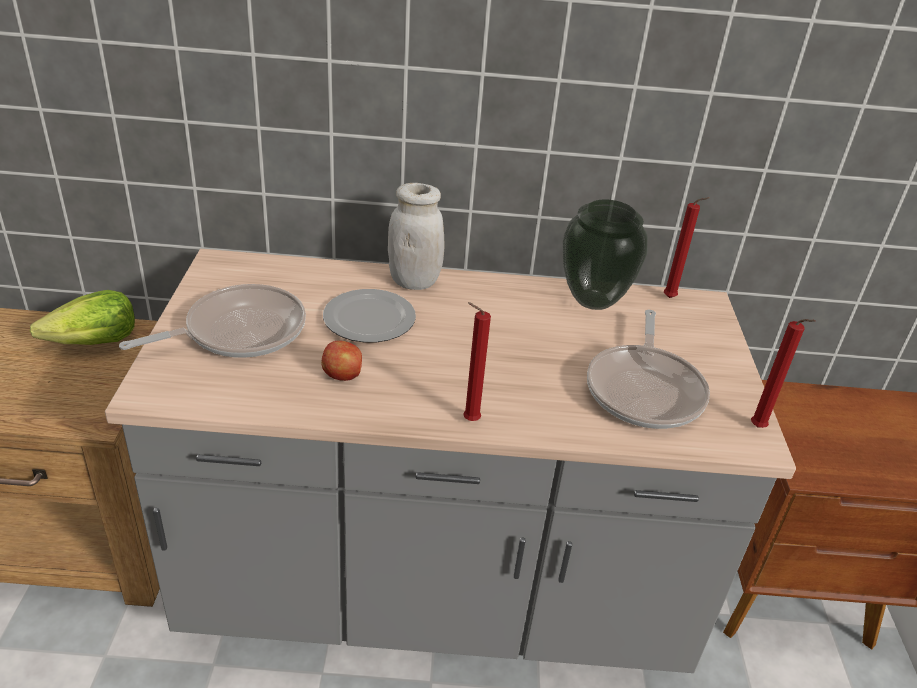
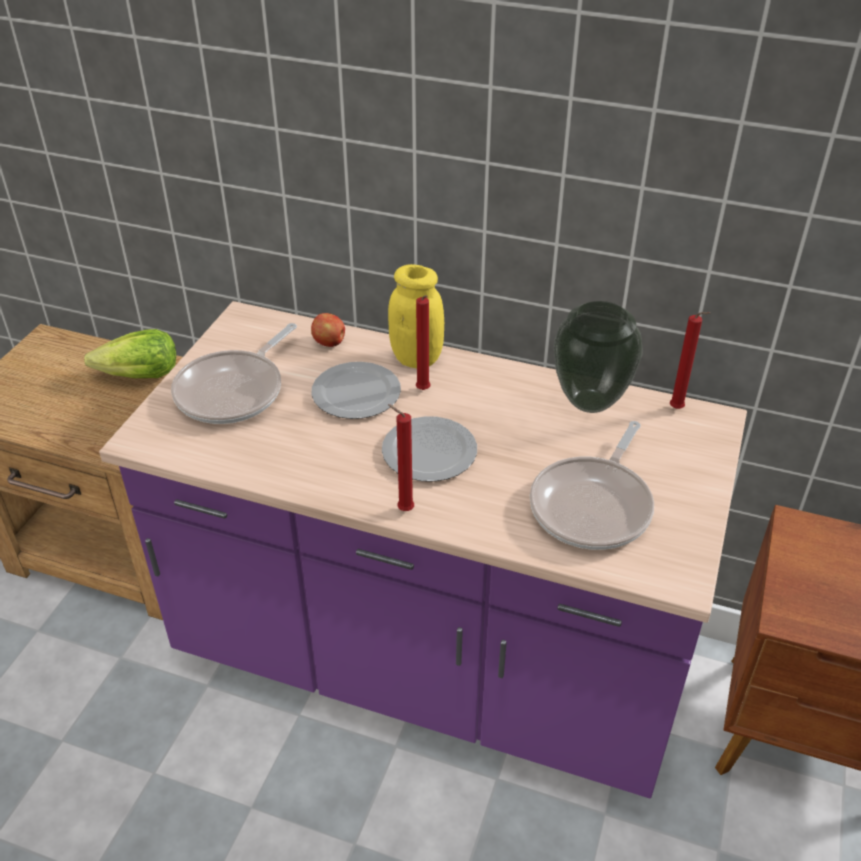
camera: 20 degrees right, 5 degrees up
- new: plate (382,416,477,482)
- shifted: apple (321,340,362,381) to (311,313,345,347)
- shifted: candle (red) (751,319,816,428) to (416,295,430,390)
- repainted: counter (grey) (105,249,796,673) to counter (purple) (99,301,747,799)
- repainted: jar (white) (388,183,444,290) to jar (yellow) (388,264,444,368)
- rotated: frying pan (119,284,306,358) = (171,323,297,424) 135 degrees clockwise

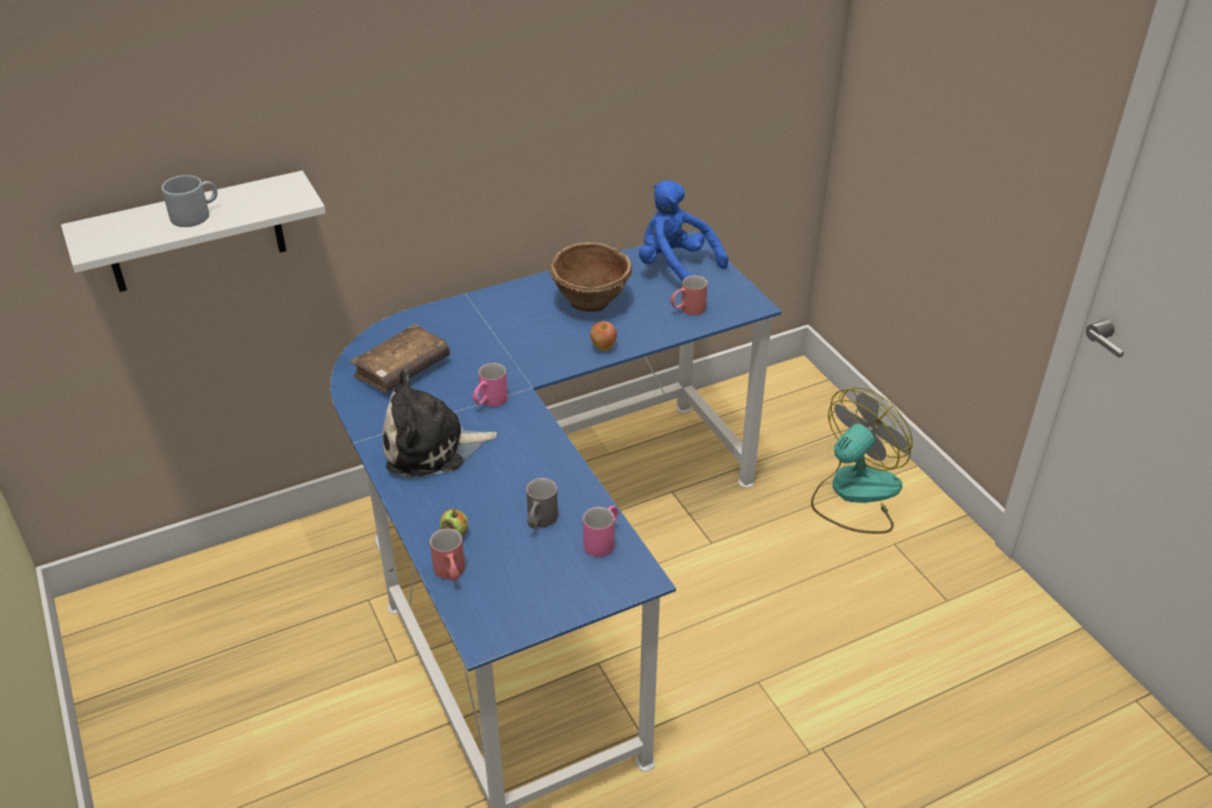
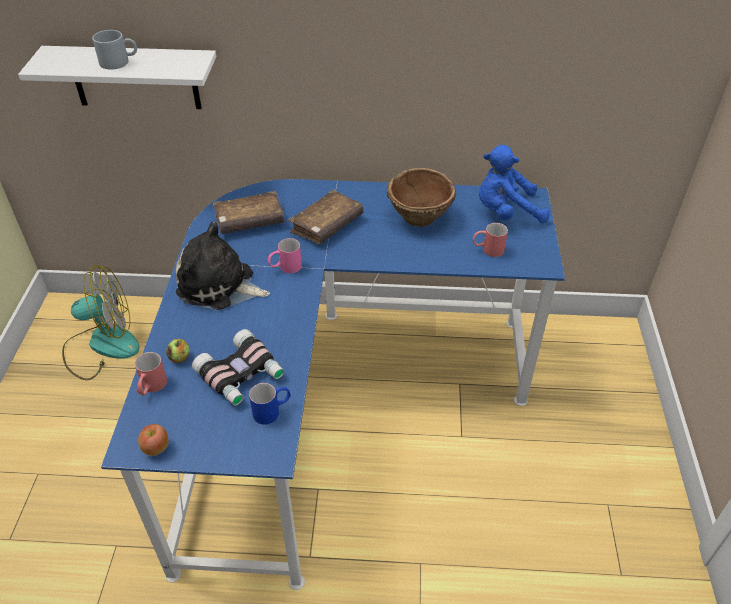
camera: 30 degrees right, 5 degrees up
- new: book (brown) (288,190,364,244)
- shifted: apple (590,321,617,351) to (138,424,168,456)
- shifted: fan (811,387,913,534) to (62,265,140,380)
- swapped: mug (grey) (526,478,558,529) to binoculars (192,329,284,405)
- repainted: mug (pink) (583,505,619,557) to mug (blue) (249,383,291,425)
- rotated: plush toy (blue) (639,180,729,282) = (479,145,550,223) 75 degrees counterclockwise

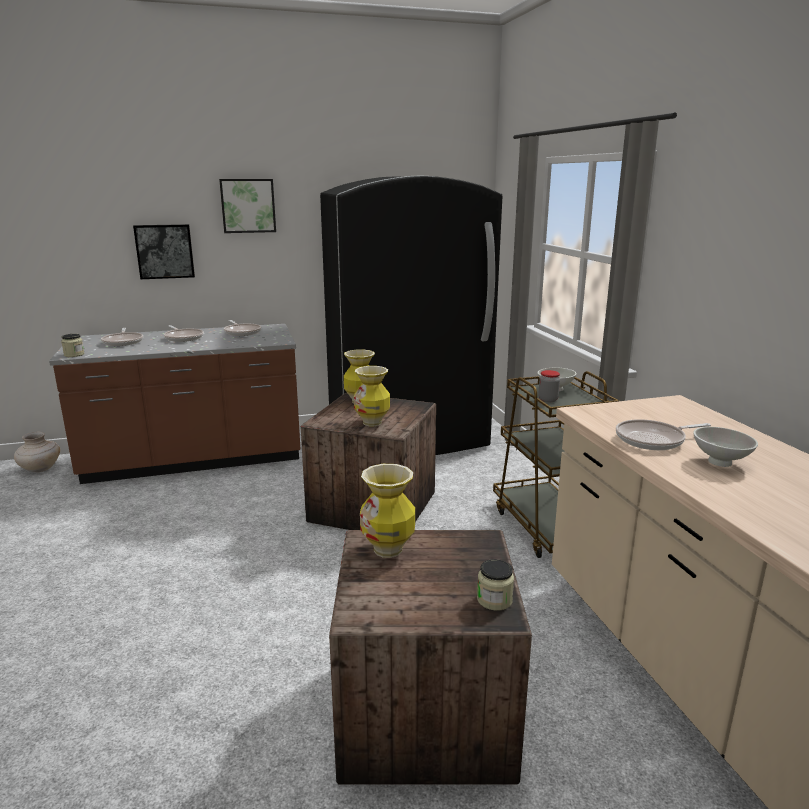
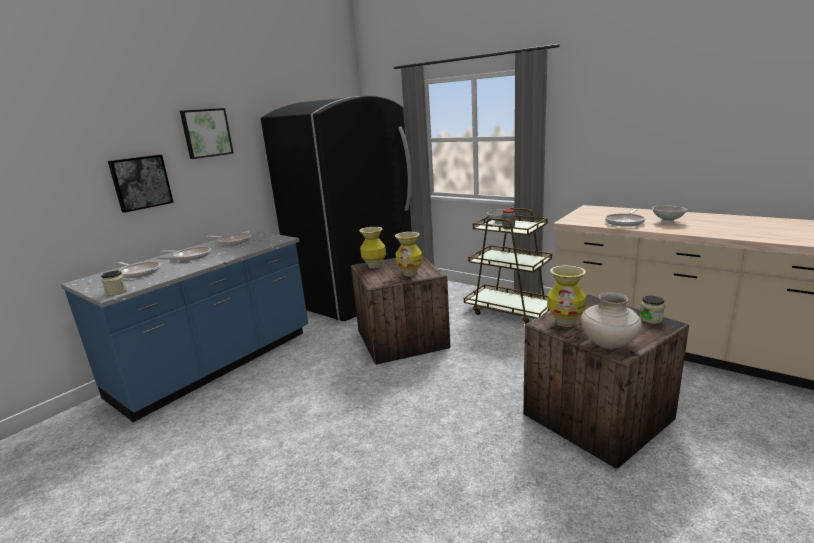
camera: 35 degrees left, 0 degrees up
- shifted: vase (beige) (14,432,60,472) to (581,292,642,349)
- repainted: counter (brown) (49,324,301,484) to counter (blue) (61,230,308,422)

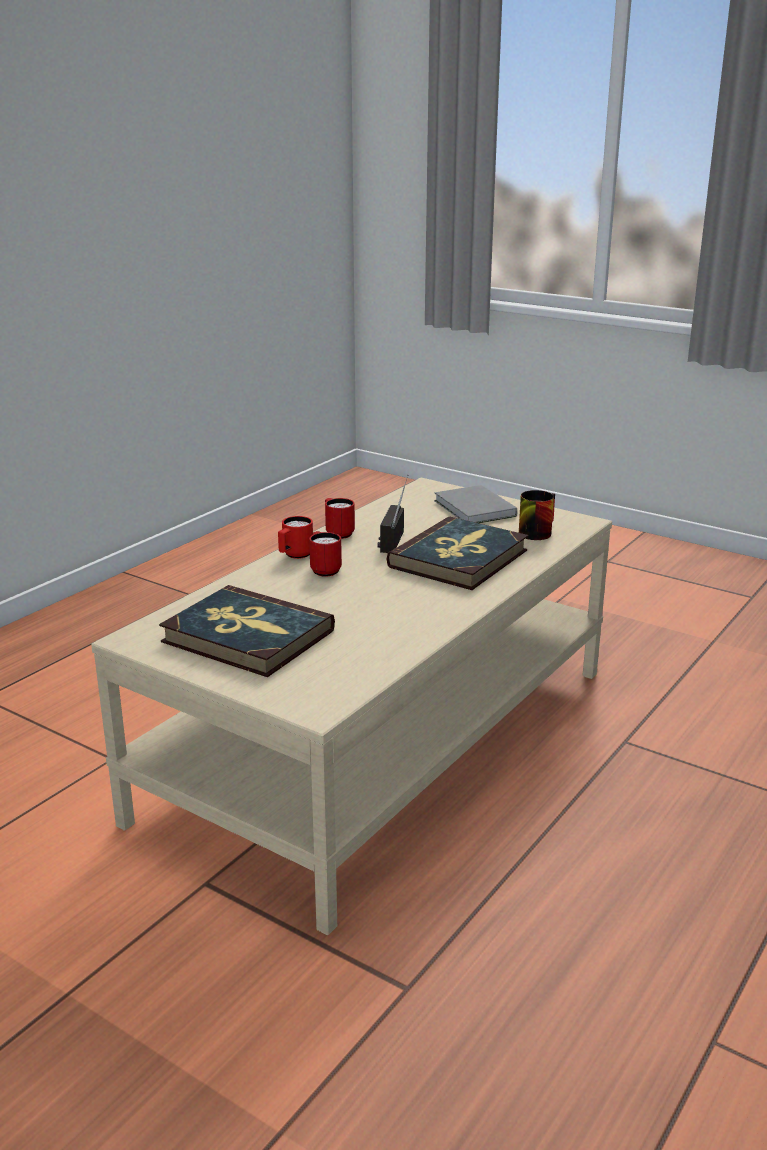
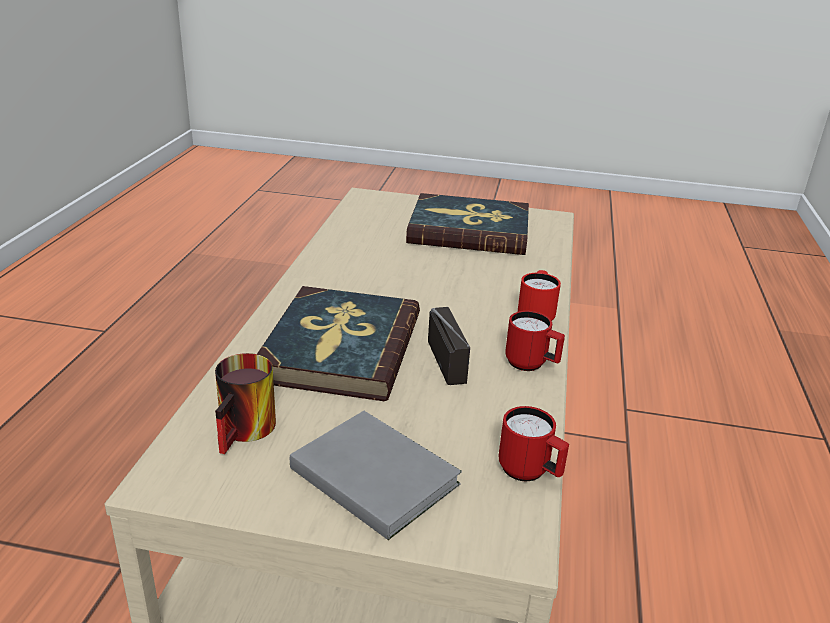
camera: 155 degrees right, 5 degrees up
- shifted: mug (red) (309,531,342,577) to (499,406,569,481)

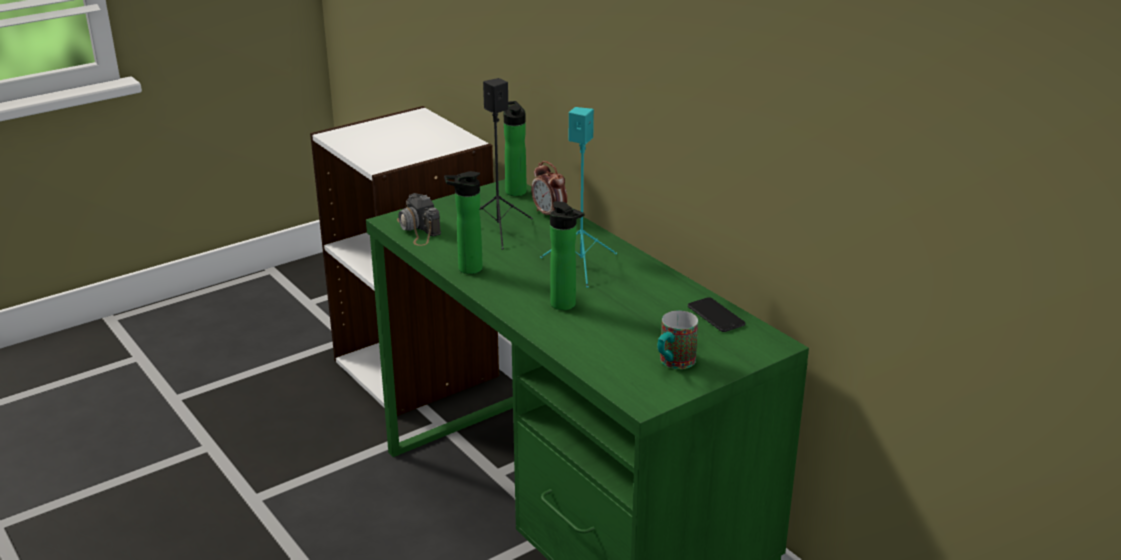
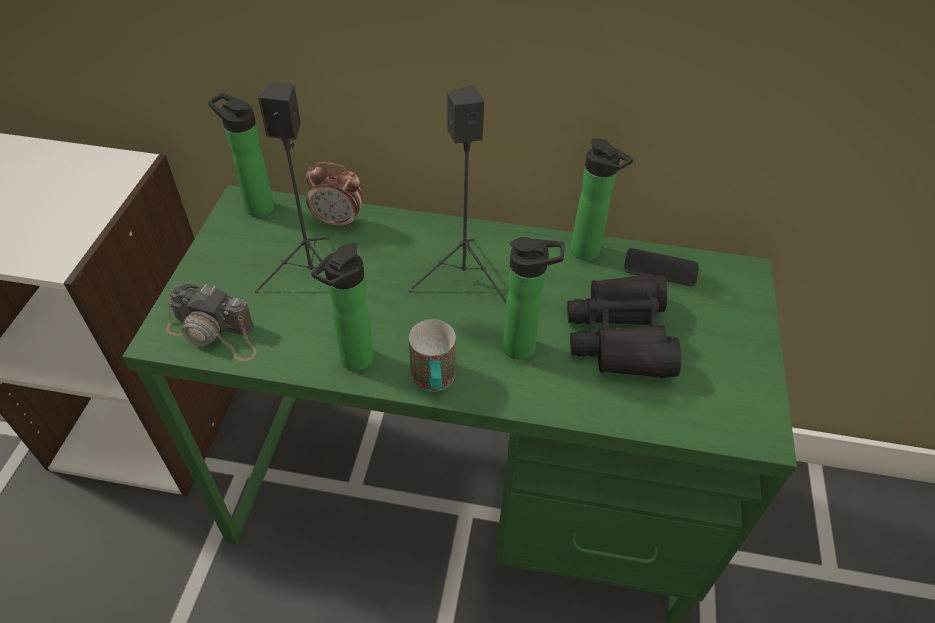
camera: 45 degrees left, 20 degrees up
- new: binoculars (black) (567,274,681,378)
- new: bottle (571,138,634,260)
- shifted: mug (657,311,698,369) to (409,319,456,392)
- repainted: speaker (turquoise) (540,107,617,288) to speaker (black) (408,85,507,303)

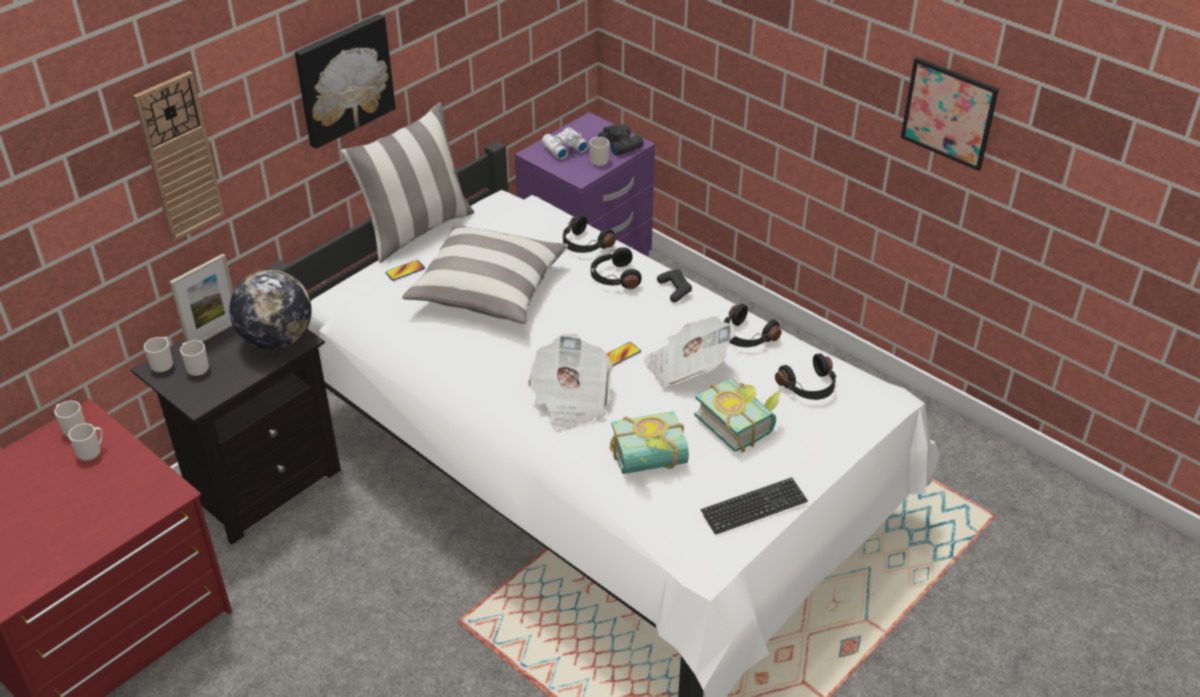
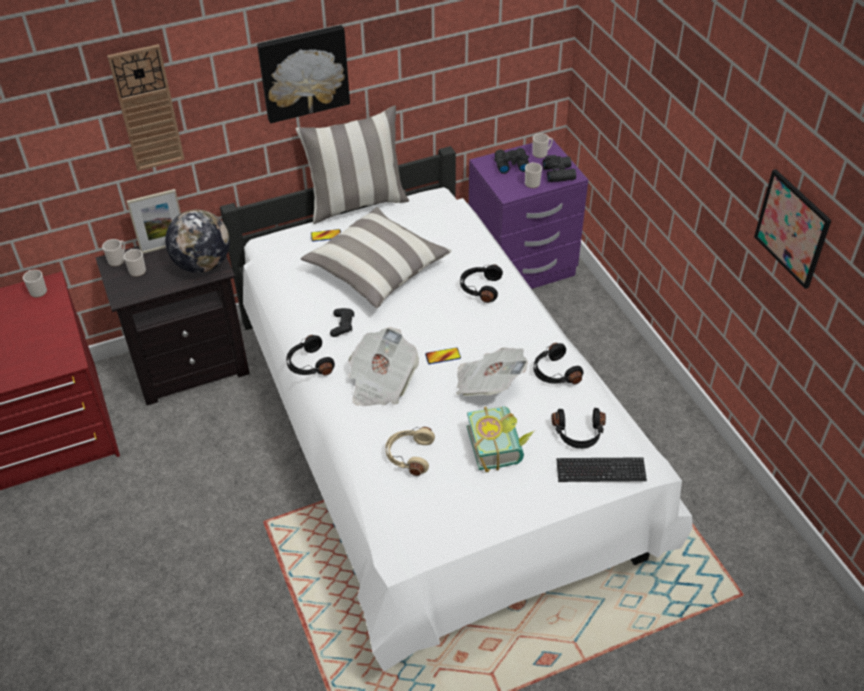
camera: 25 degrees right, 5 degrees up
- shifted: mug (68,423,103,461) to (532,133,553,158)
- shifted: headphones (black) (563,215,616,253) to (286,335,335,375)
- shifted: game controller (black) (657,270,692,302) to (330,308,354,337)
- shifted: keyboard (701,477,808,535) to (556,457,647,482)
- swapped: book (610,411,689,474) to headphones (beige) (386,427,435,476)
- repainted: binoculars (white) (542,127,588,159) to binoculars (black) (494,148,529,174)

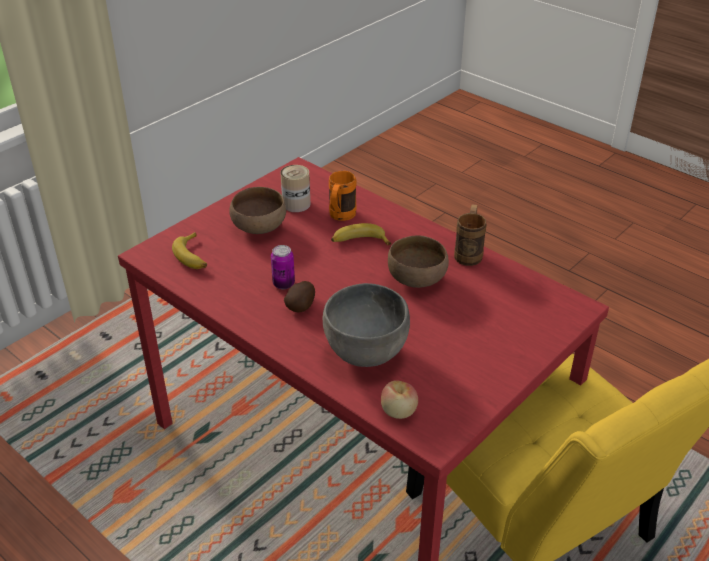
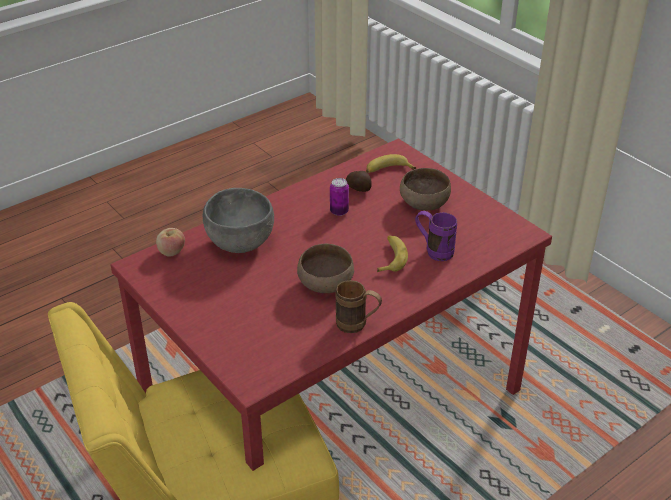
camera: 100 degrees right, 0 degrees up
- gone: can (280,165,311,212)
- shifted: potato (284,281,315,312) to (346,171,372,192)
- repainted: mug (orange) (329,171,356,221) to mug (purple) (415,211,457,261)

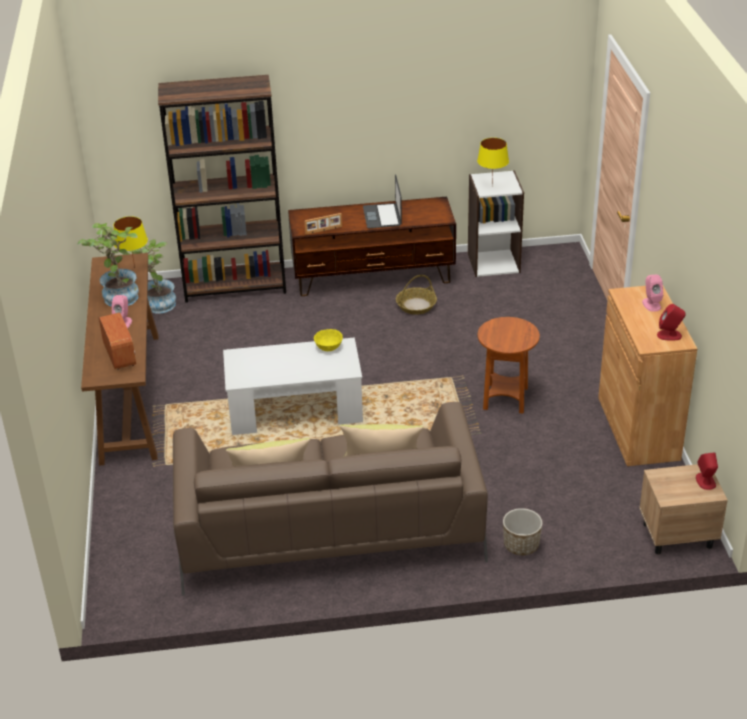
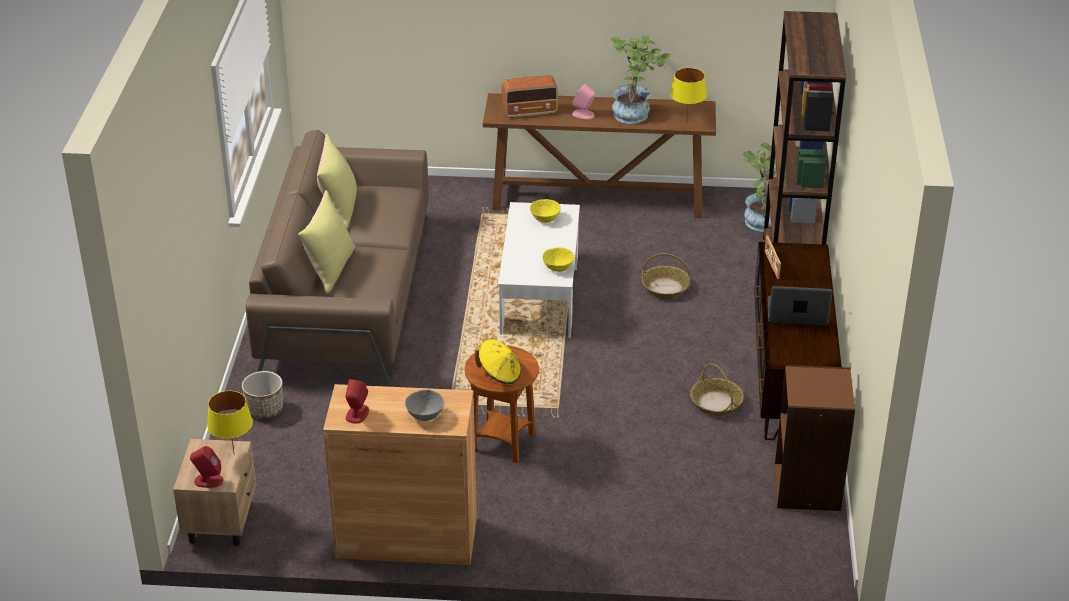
camera: 100 degrees right, 0 degrees up
- new: hat (yellow) (475,339,521,384)
- new: bowl (yellow) (530,199,561,223)
- new: basket (641,253,691,299)
- shifted: table lamp (yellow) (477,138,509,187) to (207,391,253,452)
- swapped: speaker (pink) (642,275,663,312) to bowl (grey) (405,390,444,421)
- repainted: bookcase (white) (468,170,524,277) to bookcase (brown) (775,365,855,511)

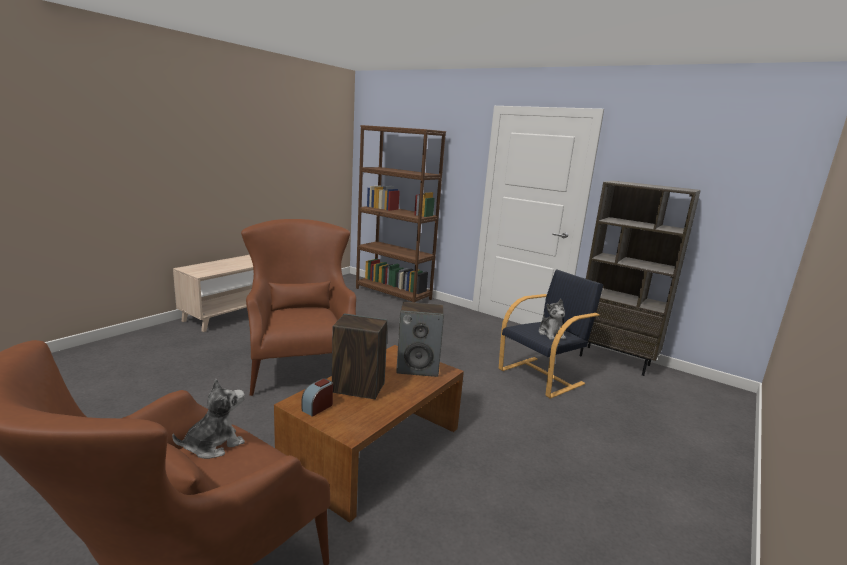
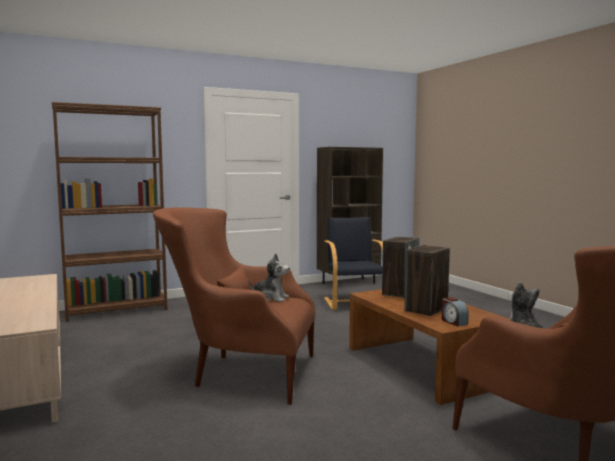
camera: 60 degrees left, 10 degrees down
- shifted: plush toy (539,299,566,340) to (248,253,290,302)

